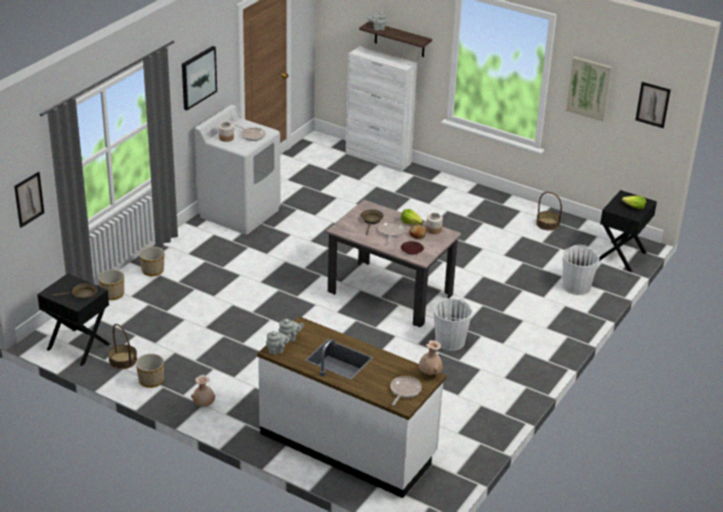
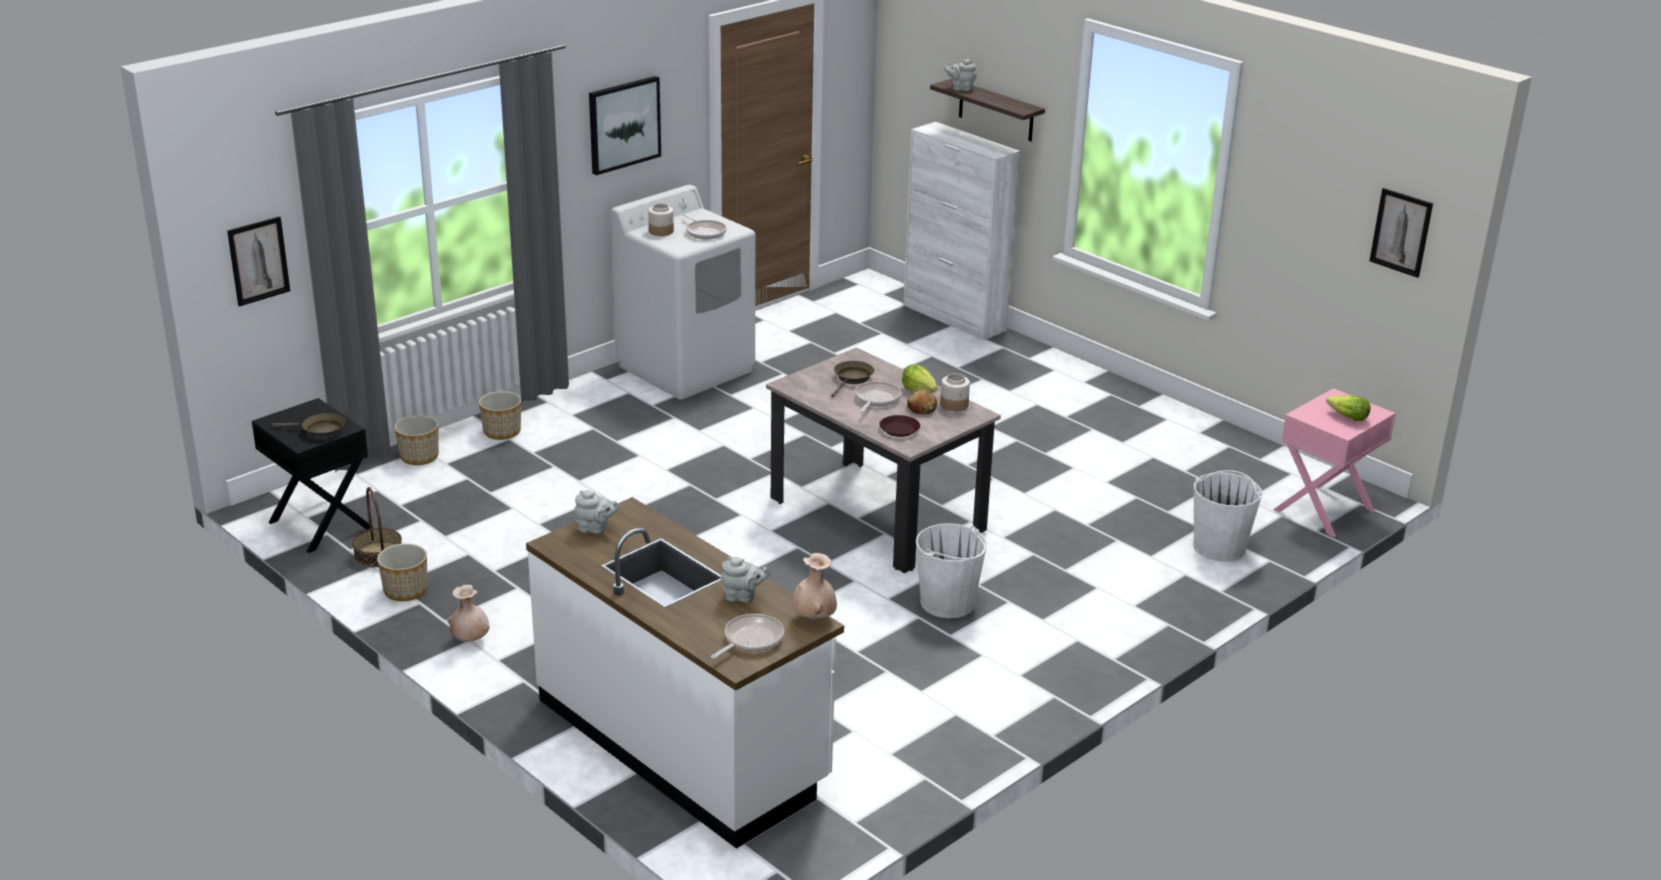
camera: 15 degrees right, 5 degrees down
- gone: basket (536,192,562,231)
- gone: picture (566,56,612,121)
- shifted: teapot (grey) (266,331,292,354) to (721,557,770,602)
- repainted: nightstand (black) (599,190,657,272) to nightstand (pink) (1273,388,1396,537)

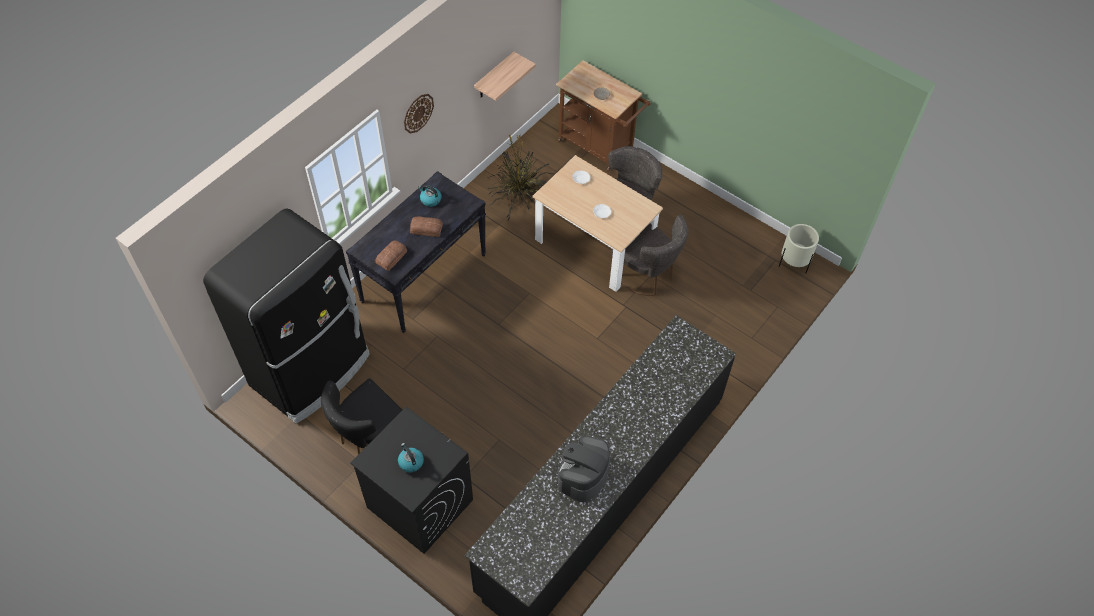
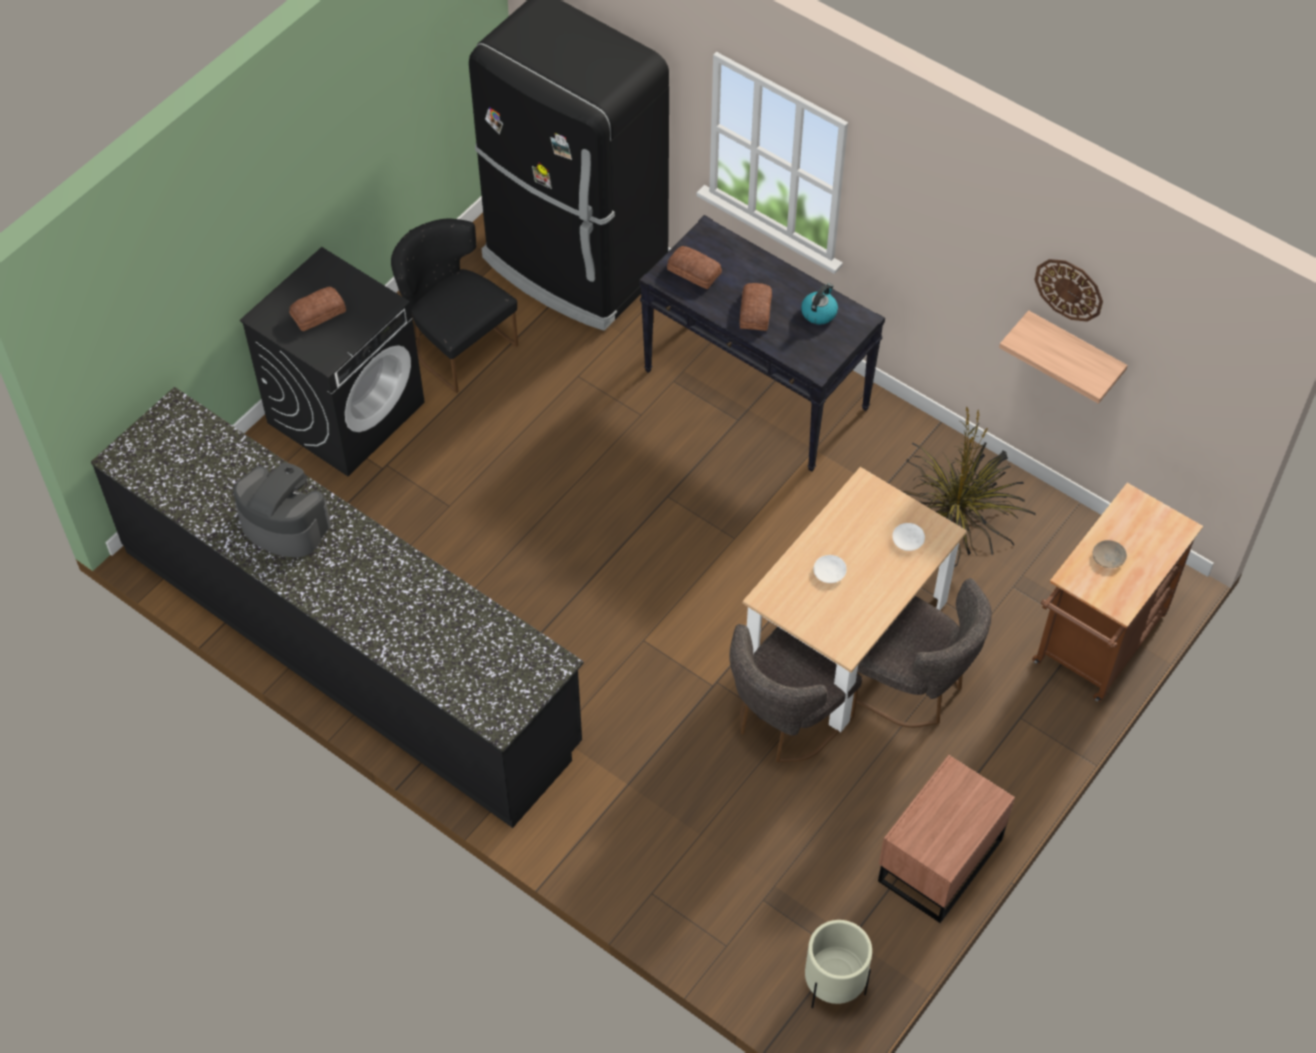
camera: 90 degrees right, 0 degrees up
- new: nightstand (brown) (878,755,1015,923)
- shifted: wall clock (404,94,434,134) to (1034,259,1103,322)
- swapped: kettle (398,443,424,472) to bread (289,287,346,331)

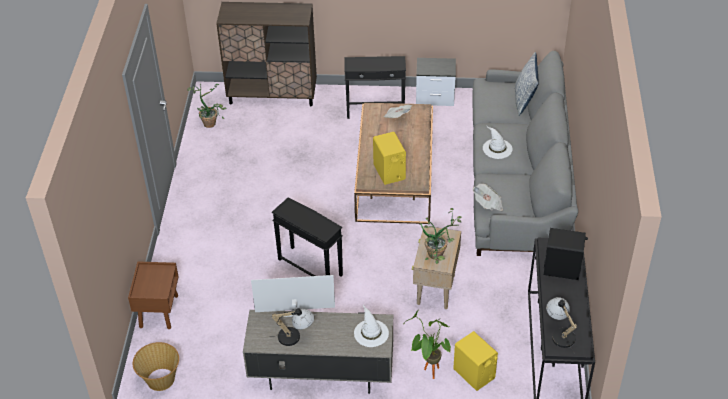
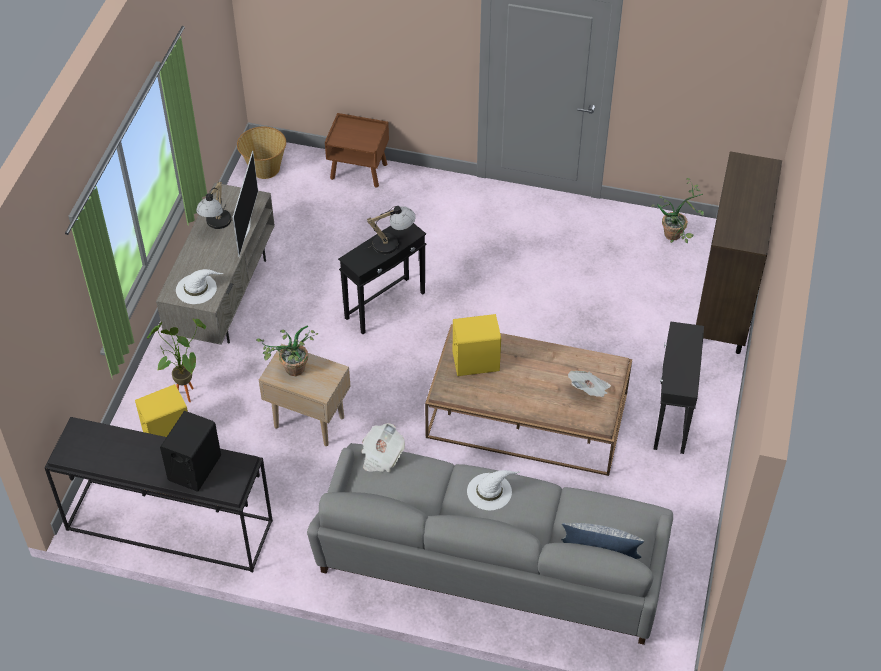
camera: 100 degrees right, 5 degrees up
- gone: nightstand (416,58,456,106)
- shifted: table lamp (546,297,577,352) to (363,206,416,254)

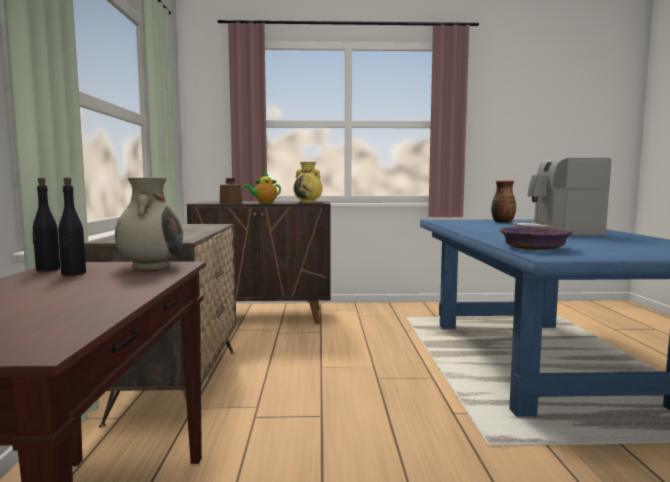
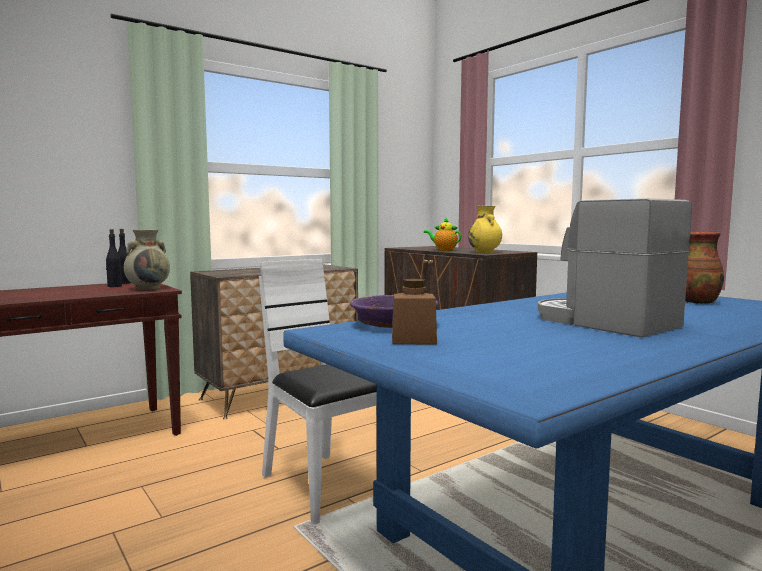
camera: 55 degrees right, 0 degrees up
- new: chair (white) (259,259,377,525)
- shifted: jar (brown) (220,178,242,204) to (392,279,437,344)

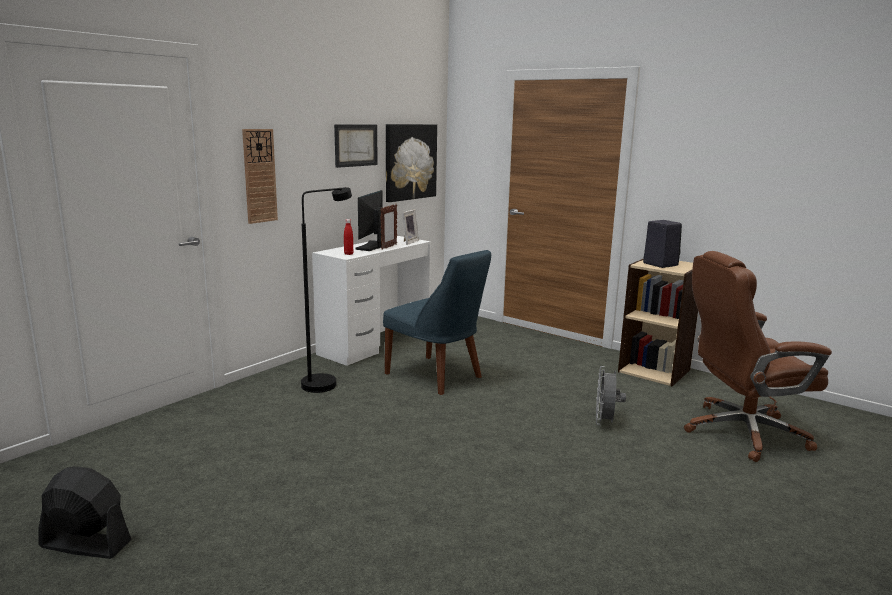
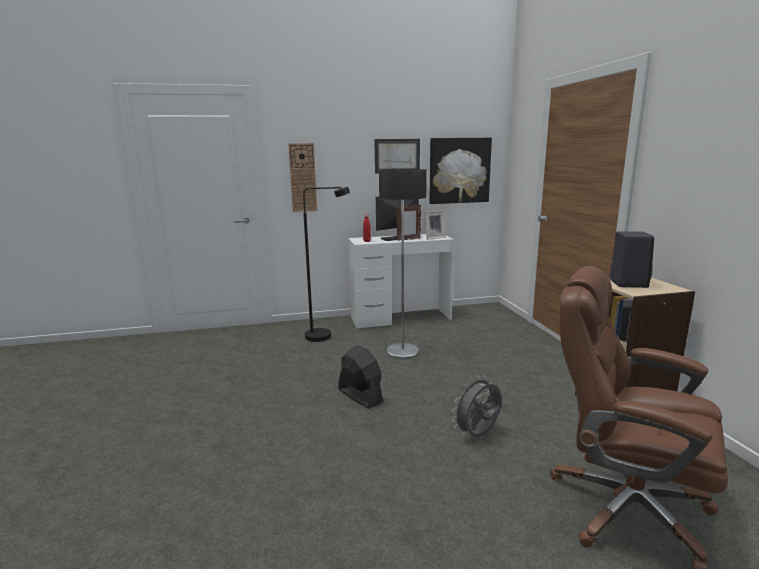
camera: 40 degrees right, 0 degrees up
- shifted: fan (black) (39,466,132,559) to (338,345,383,409)
- swapped: chair (blue) (383,250,491,395) to floor lamp (379,169,427,359)

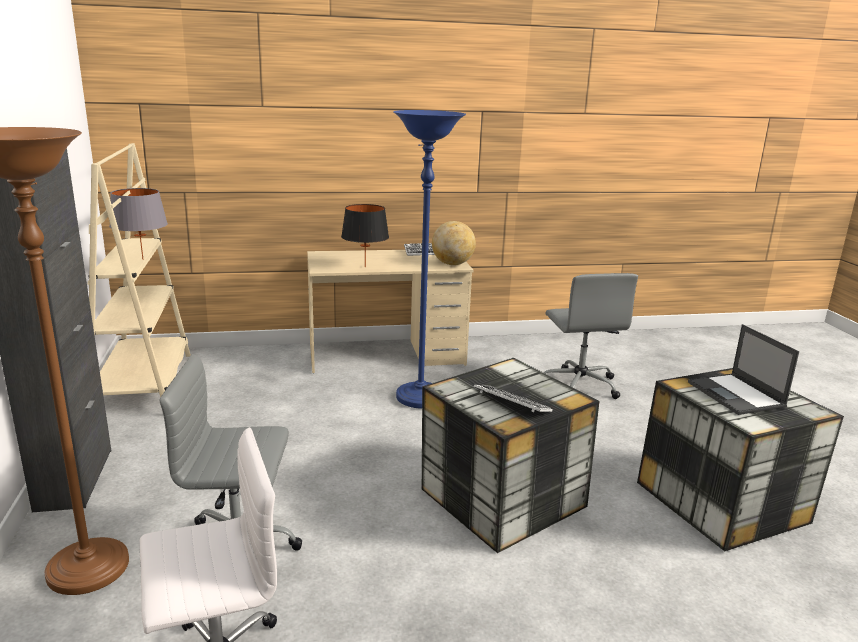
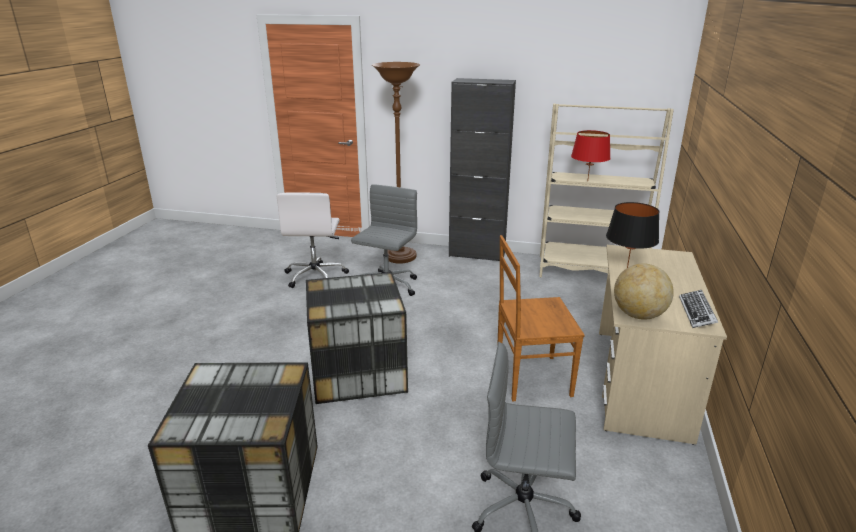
camera: 115 degrees right, 5 degrees up
- gone: keyboard (474,385,553,413)
- gone: laptop (688,324,799,415)
- swapped: floor lamp (blue) (393,110,466,409) to chair (brown) (497,235,585,401)
- repainted: table lamp (grey) (109,188,168,260) to table lamp (red) (571,130,611,182)

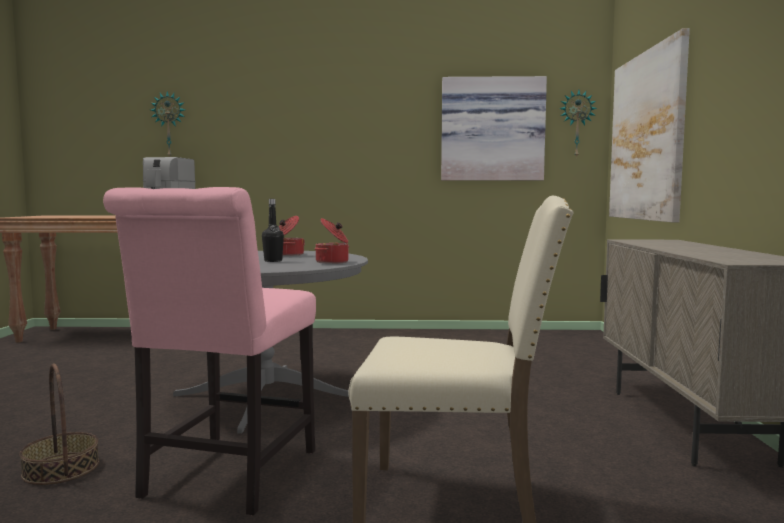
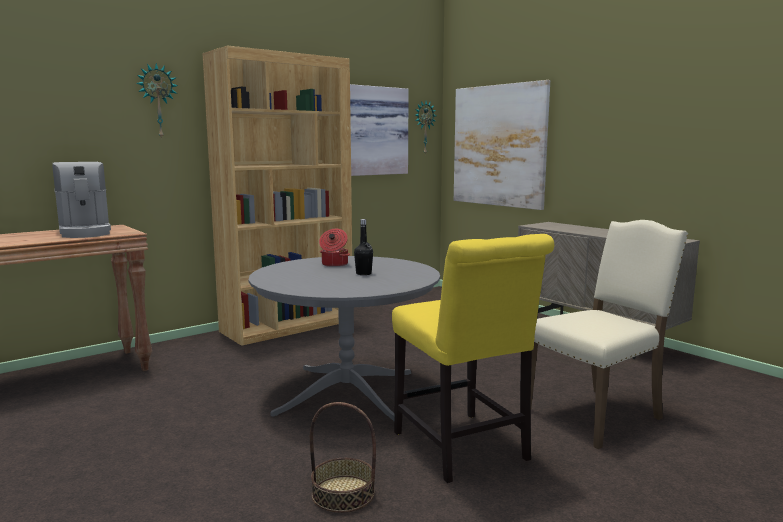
camera: 40 degrees left, 5 degrees up
- gone: cooking pot (315,218,349,264)
- new: bookcase (brown) (202,45,352,346)
- shifted: wall clock (151,91,185,157) to (136,63,178,139)
- repainted: chair (pink) (103,187,316,515) to chair (yellow) (392,234,554,483)

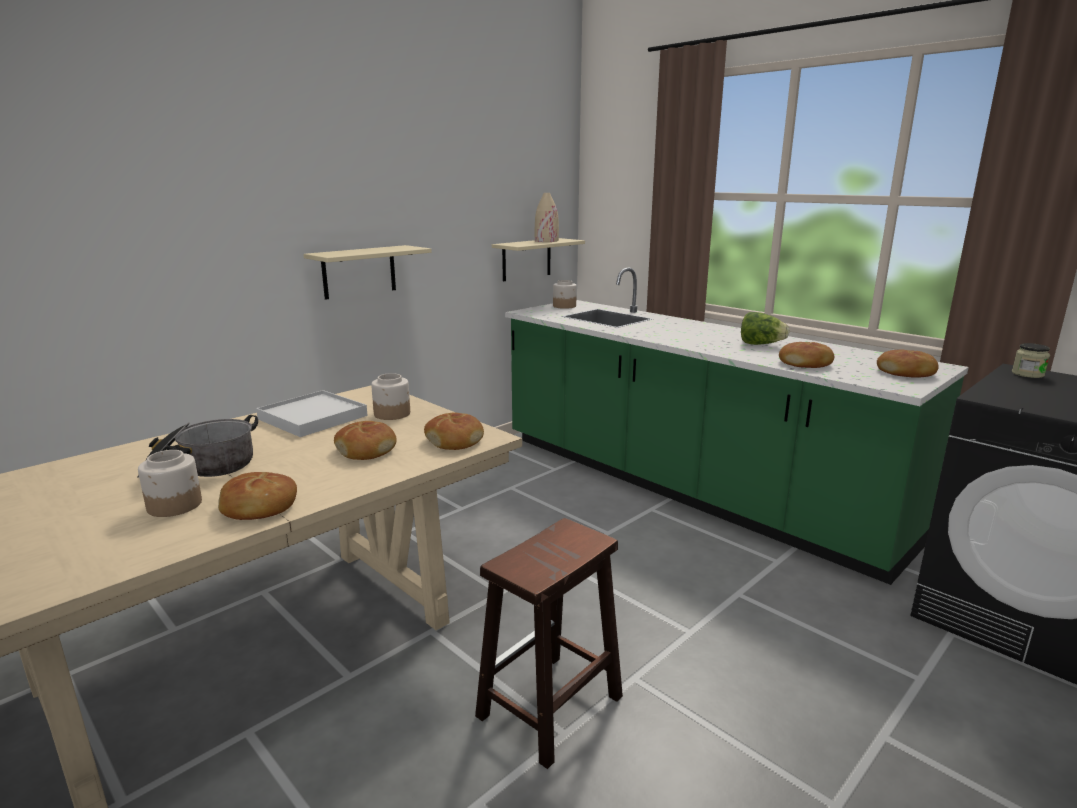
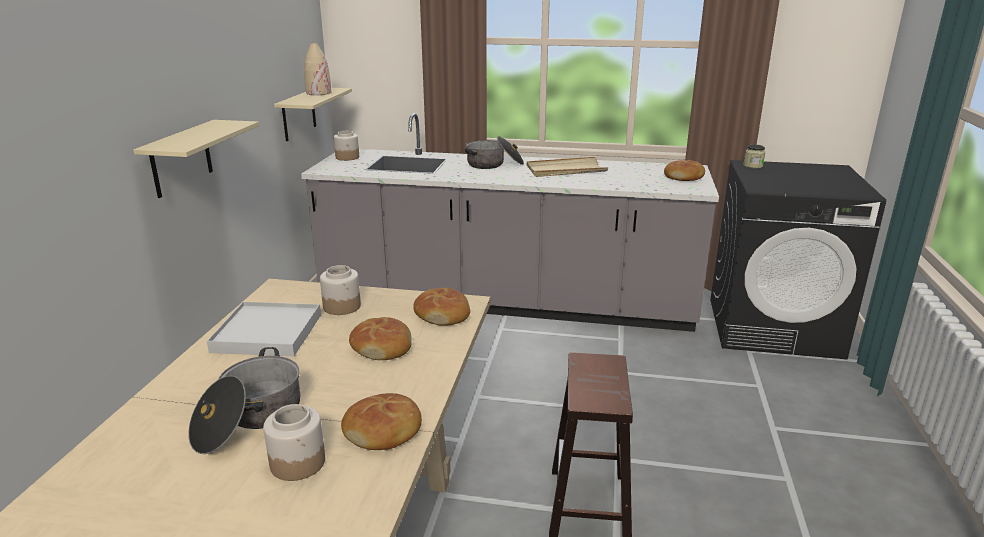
camera: 35 degrees left, 5 degrees up
- gone: bread (779,342,834,368)
- new: cooking pot (465,136,524,169)
- swapped: lettuce (741,312,789,345) to tray (beige) (527,157,608,177)
- repainted: counter (green) (505,267,969,585) to counter (grey) (301,113,719,332)

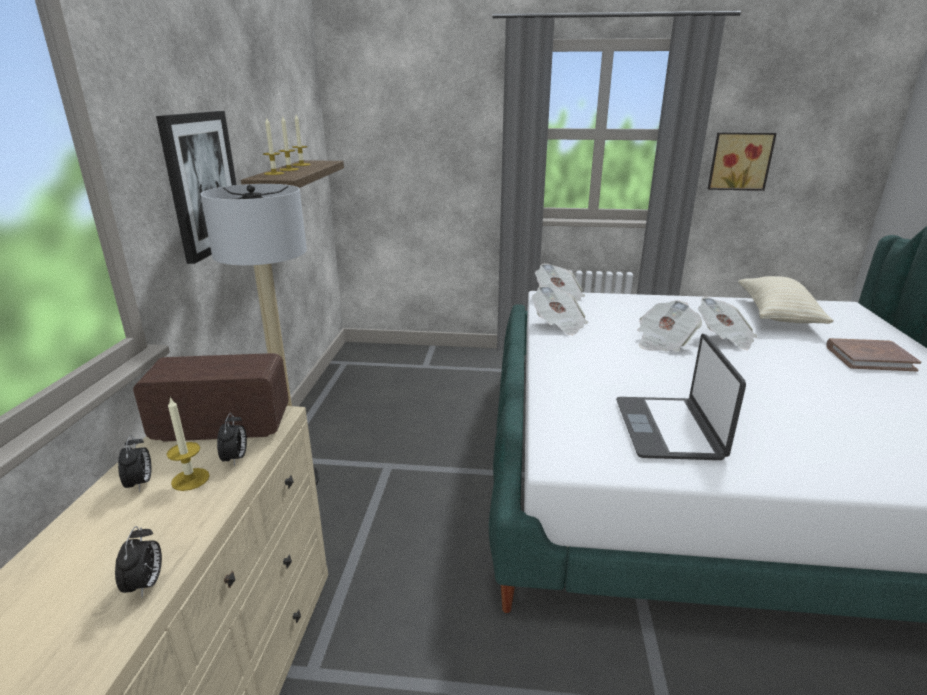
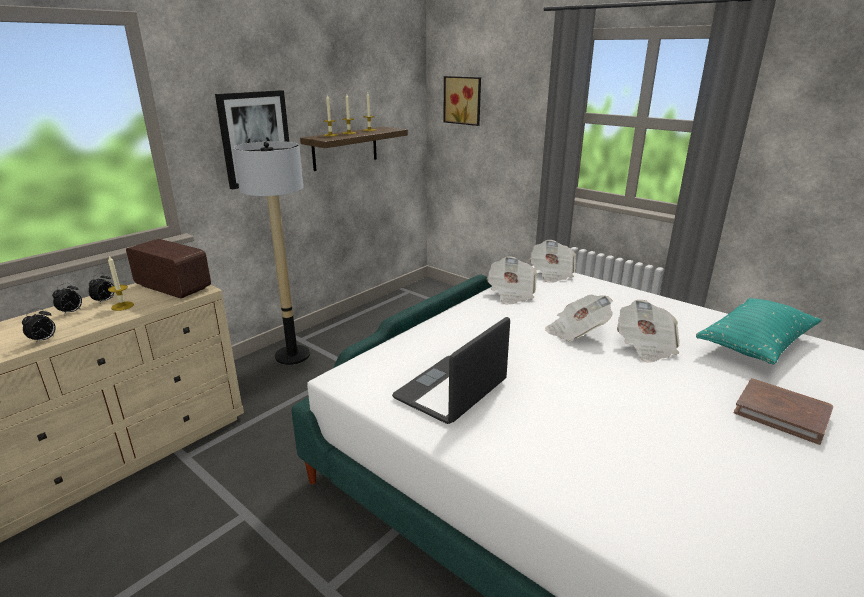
camera: 35 degrees right, 0 degrees up
- shifted: alarm clock (217,413,247,466) to (52,283,82,316)
- shifted: picture (708,132,777,191) to (443,76,481,126)
- repainted: pillow (beige) (738,276,834,324) to pillow (turquoise) (696,298,822,364)

